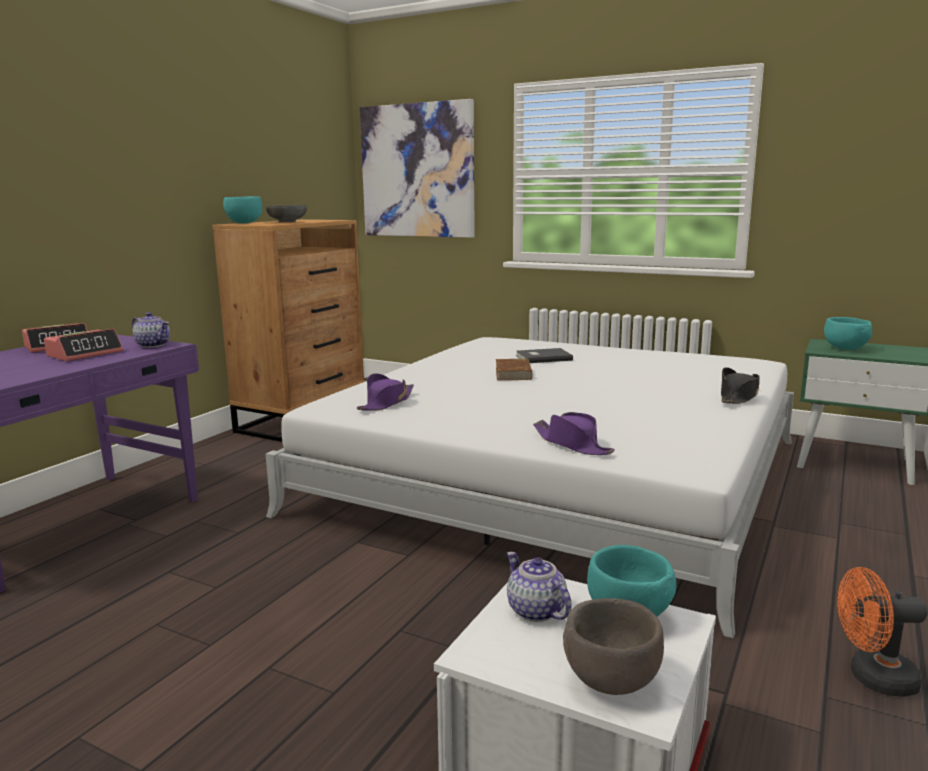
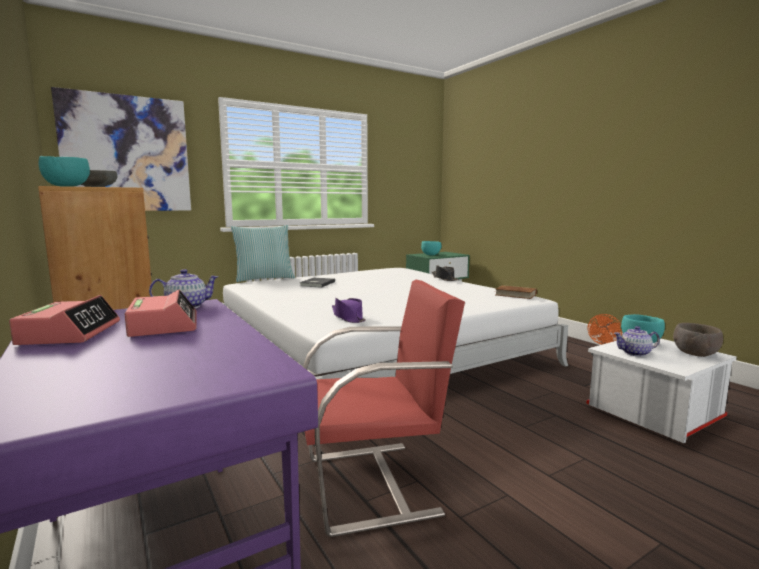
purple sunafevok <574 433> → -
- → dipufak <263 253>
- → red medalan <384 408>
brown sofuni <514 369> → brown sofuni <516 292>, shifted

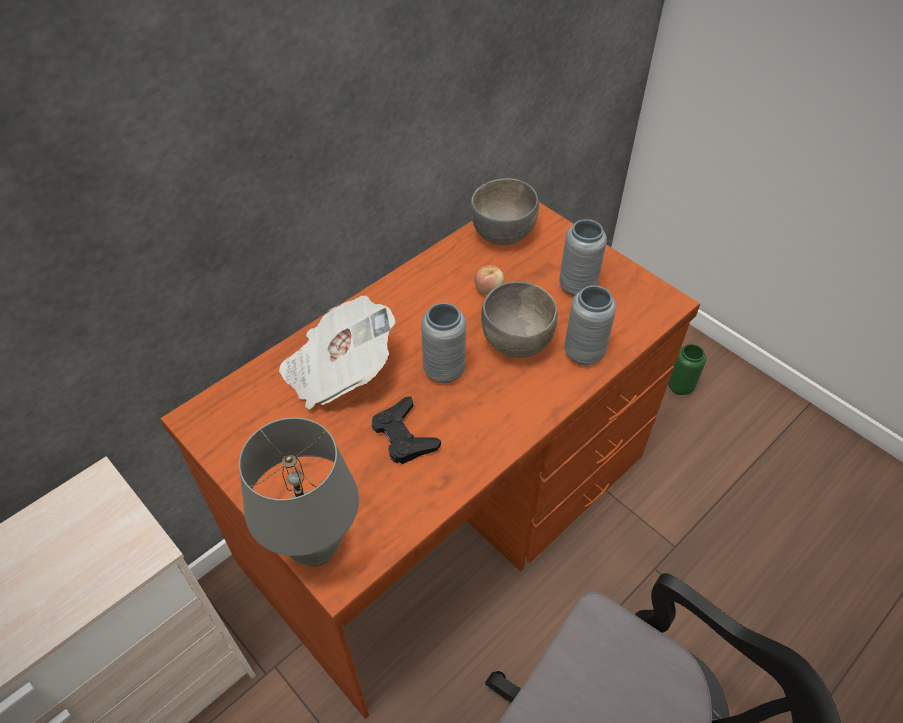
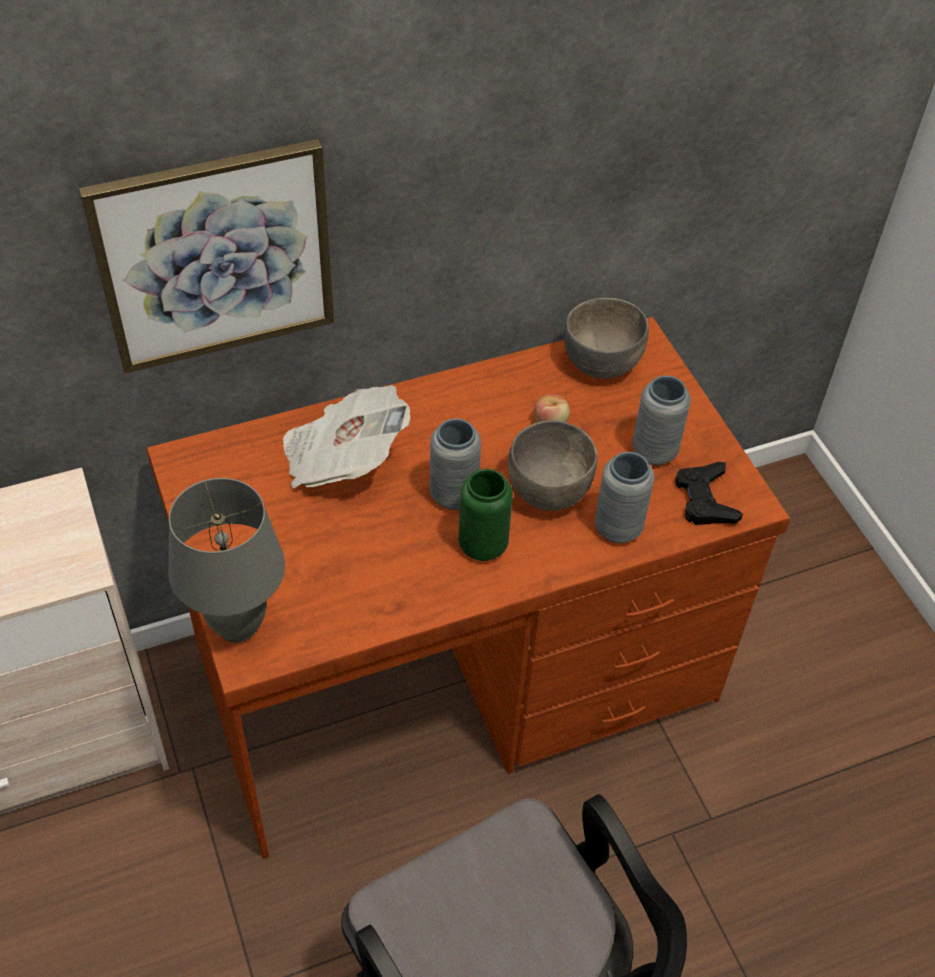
- → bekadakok <206 256>
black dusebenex <406 430> → black dusebenex <709 493>, shifted
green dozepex <687 369> → green dozepex <485 515>, shifted

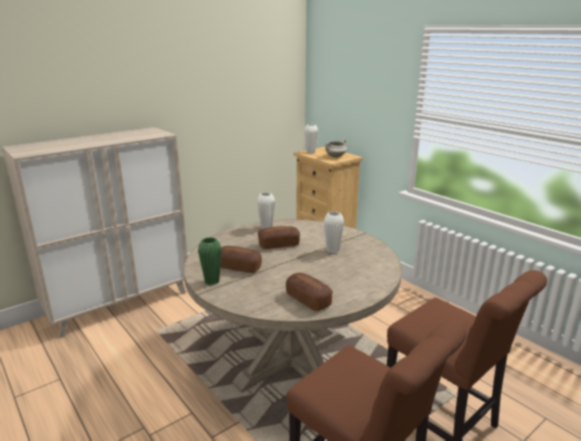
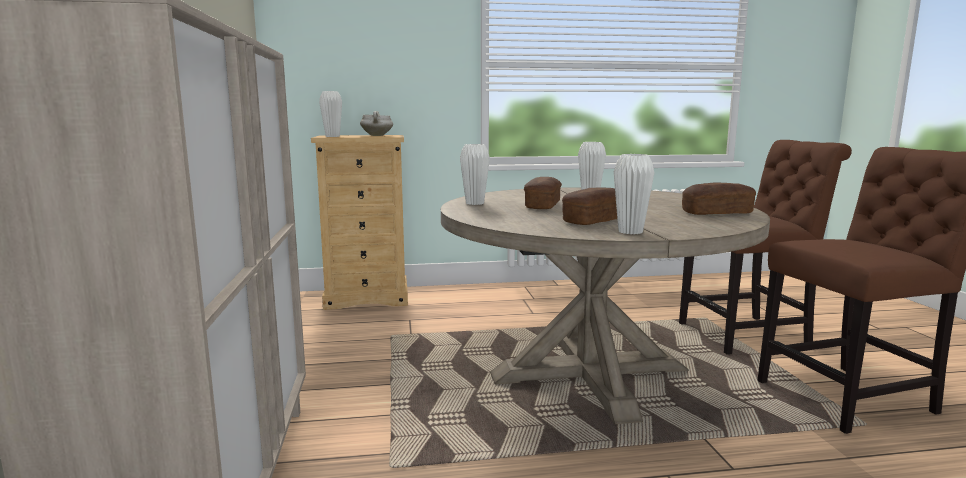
green dozepex <210 261> → white dozepex <634 194>

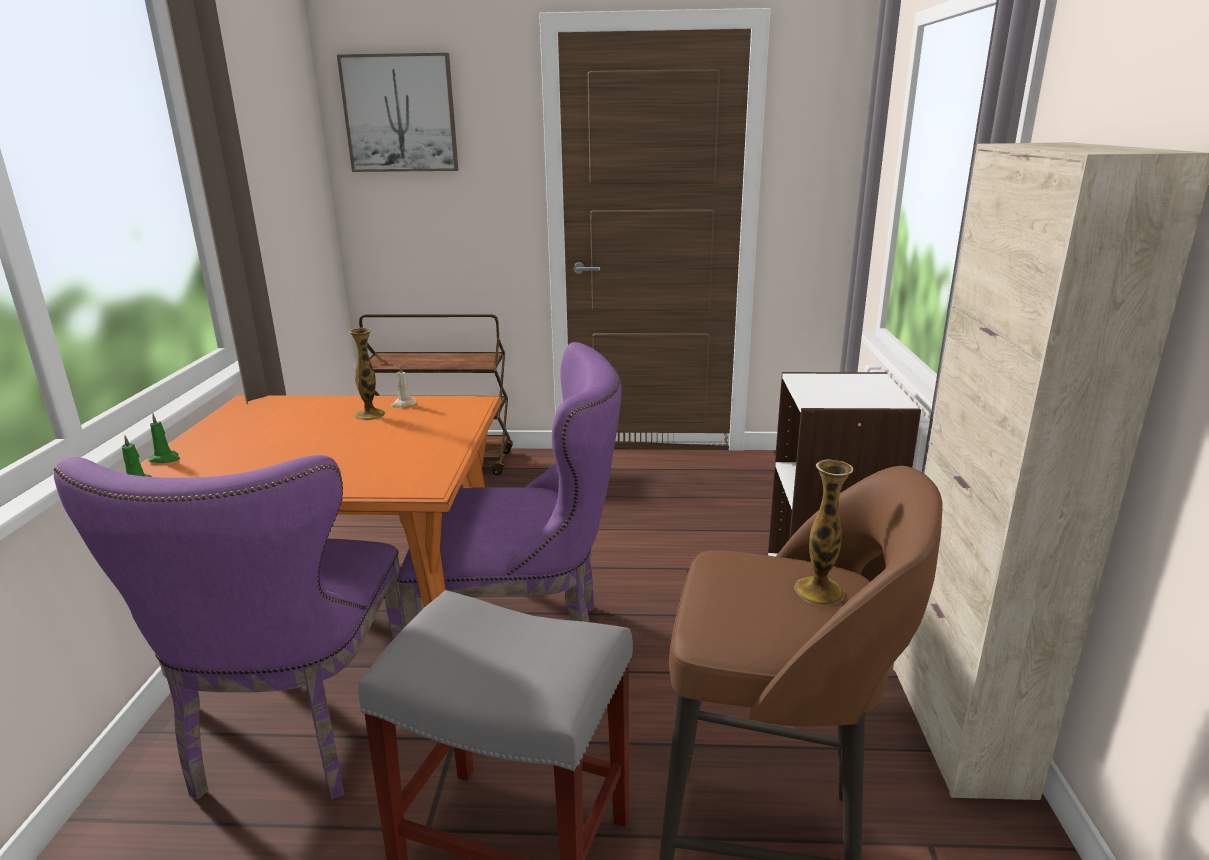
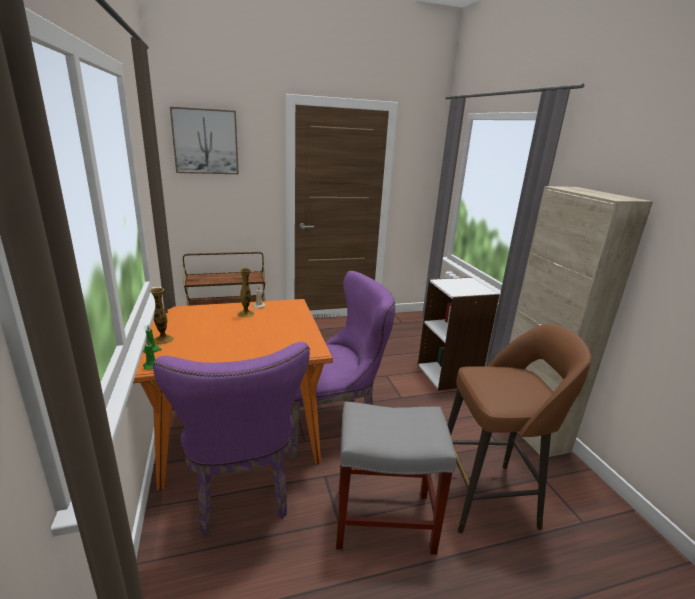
dozepex <823 532> → dozepex <161 316>, shifted

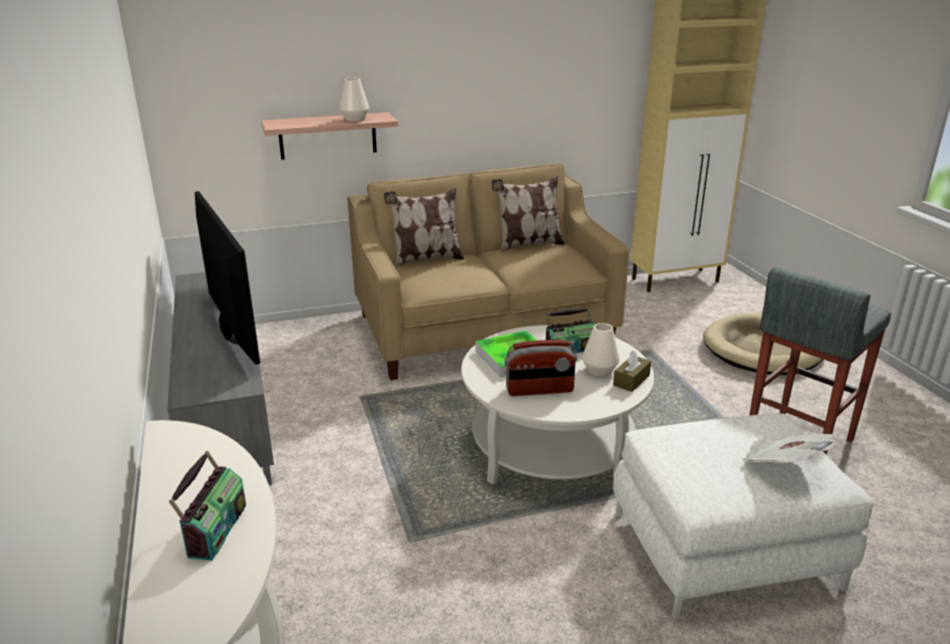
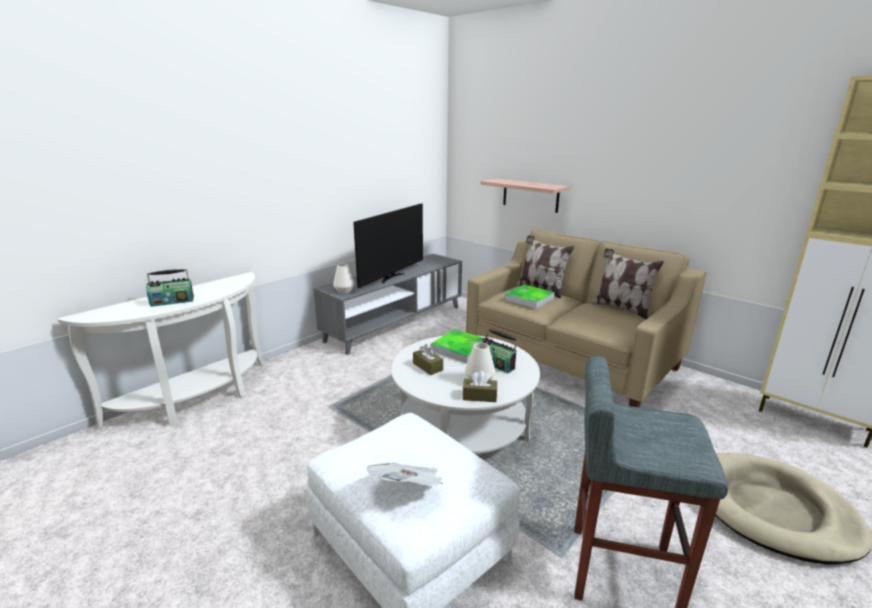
- → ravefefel <530 297>
white dozepex <354 100> → white dozepex <344 279>, shifted
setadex <541 368> → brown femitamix <428 359>

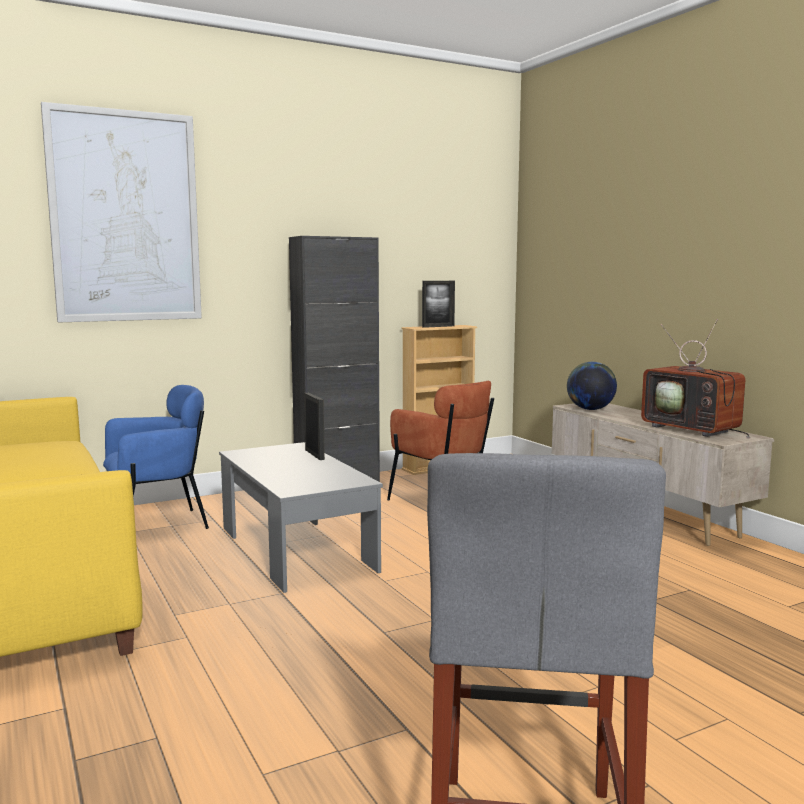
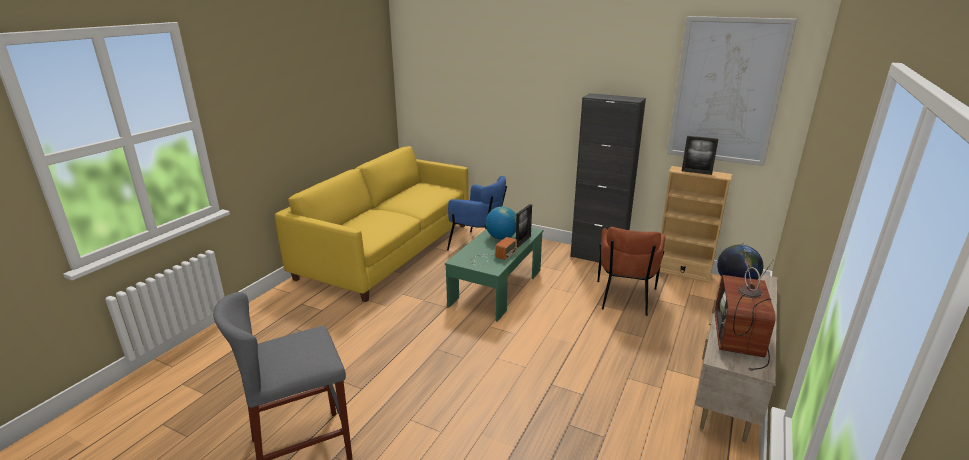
- → setadex <494 252>
- → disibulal <501 223>
bekadakok <121 212> → bekadakok <732 91>, shifted
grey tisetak <301 517> → green tisetak <494 274>

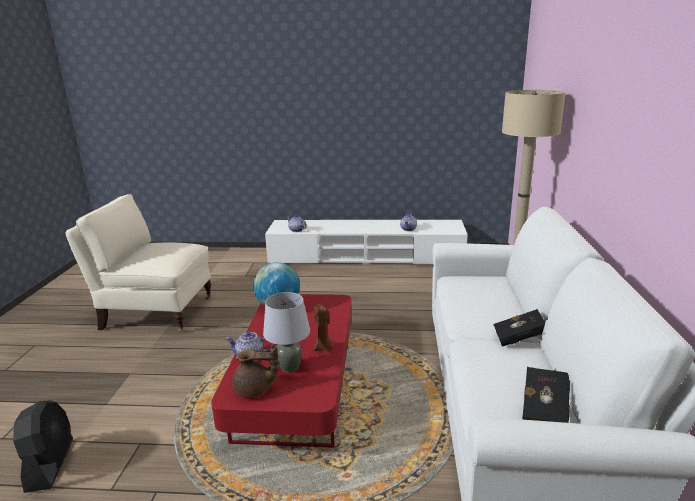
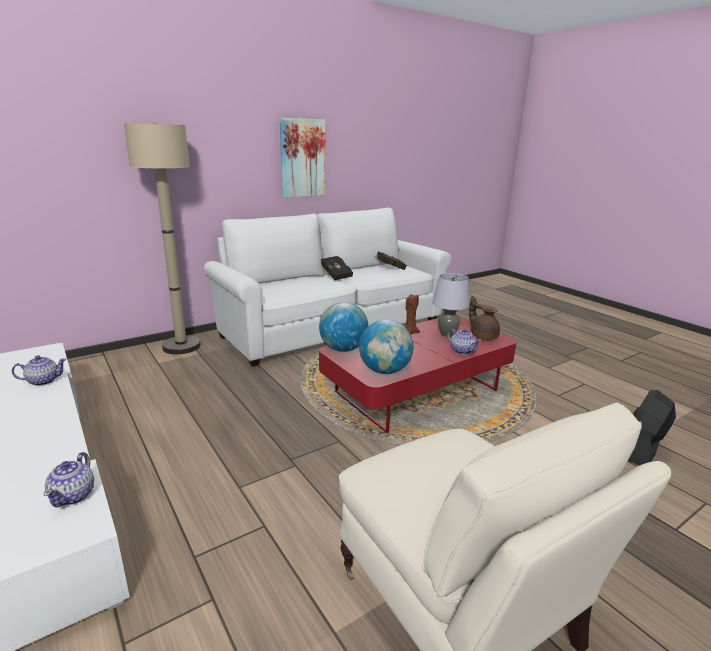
- → bekadakok <302 158>
- → disibulal <344 327>

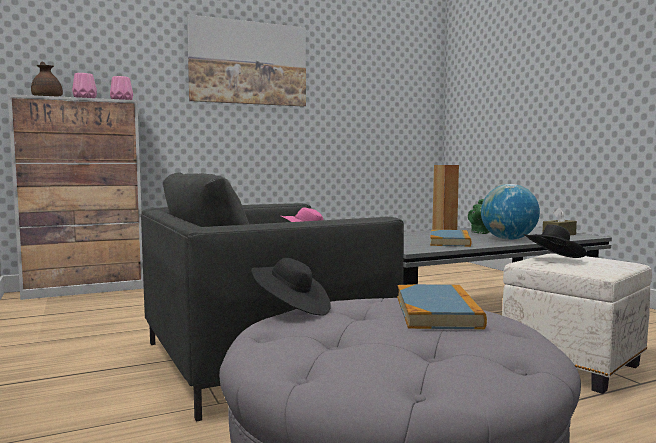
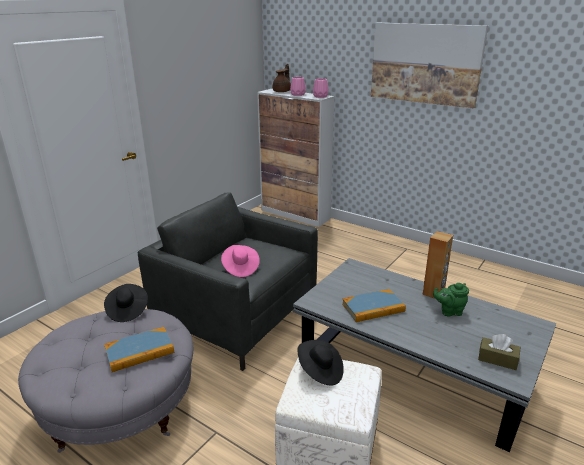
disibulal <510 212> → -

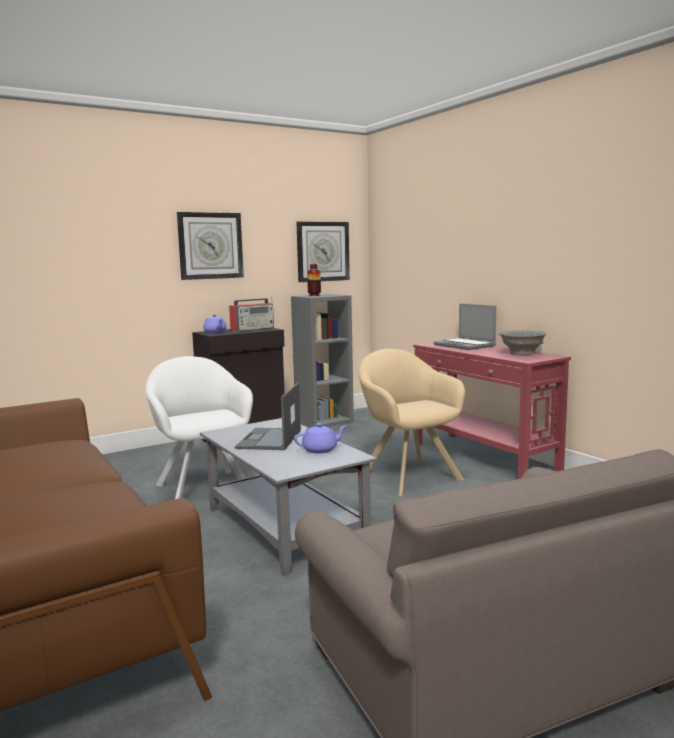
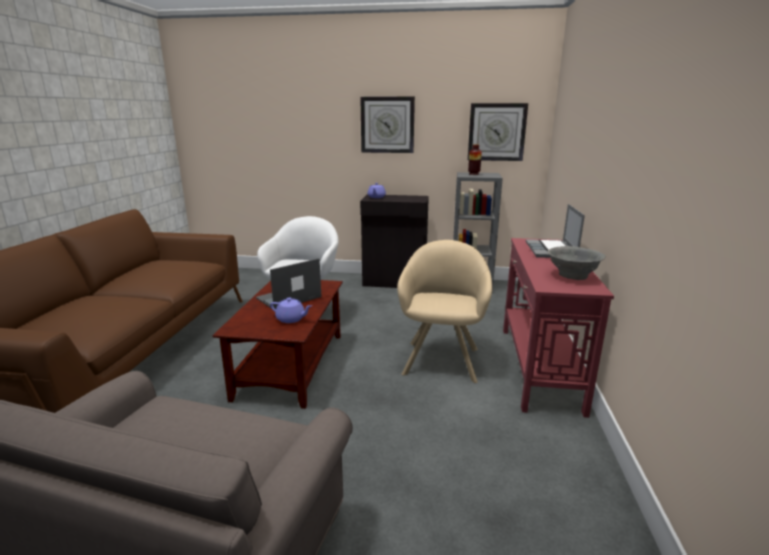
setadex <251 314> → -
grey tisetak <288 497> → brown tisetak <278 344>

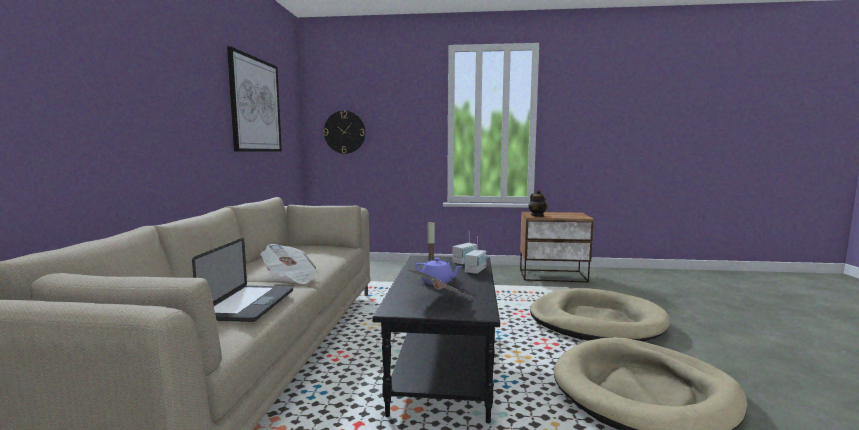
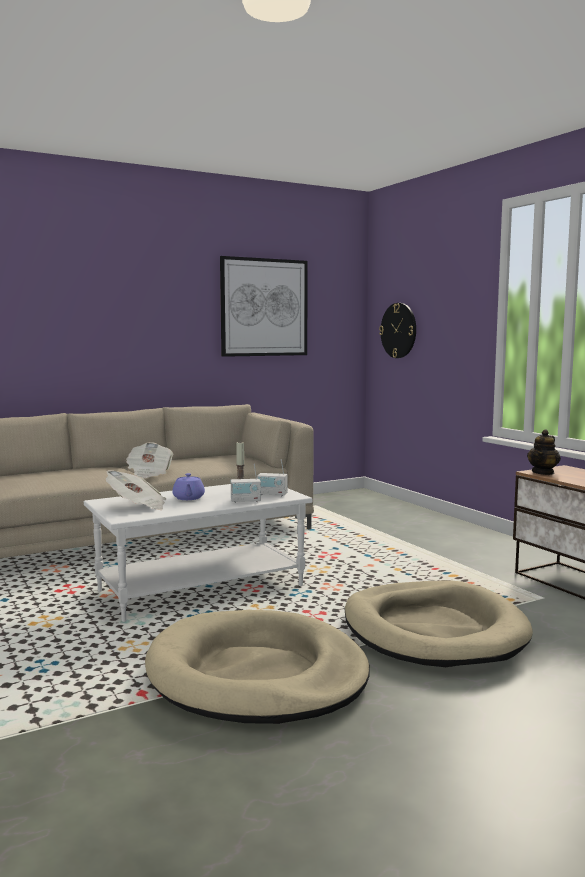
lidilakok <242 280> → -
black tisetak <436 339> → white tisetak <198 553>

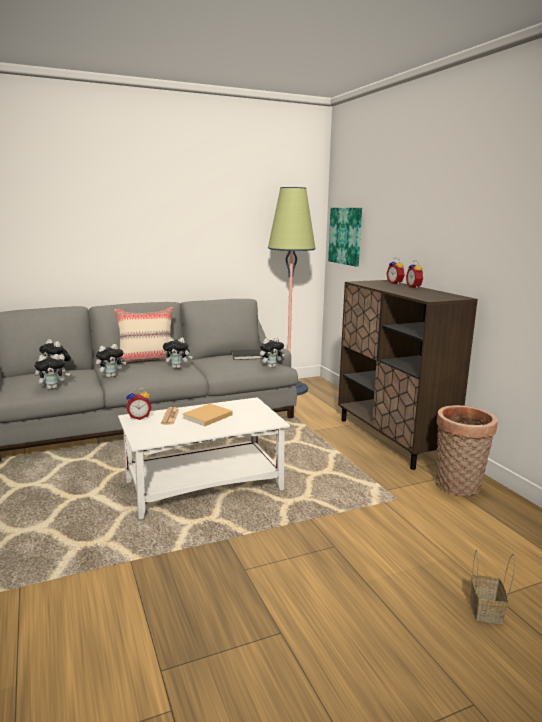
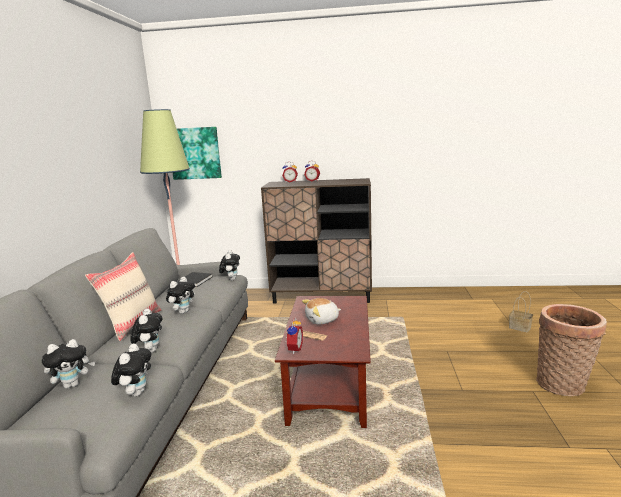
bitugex <466 450> → bitugex <571 350>, shifted
beige sofuni <208 415> → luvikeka <321 311>
white tisetak <204 458> → brown tisetak <323 362>

